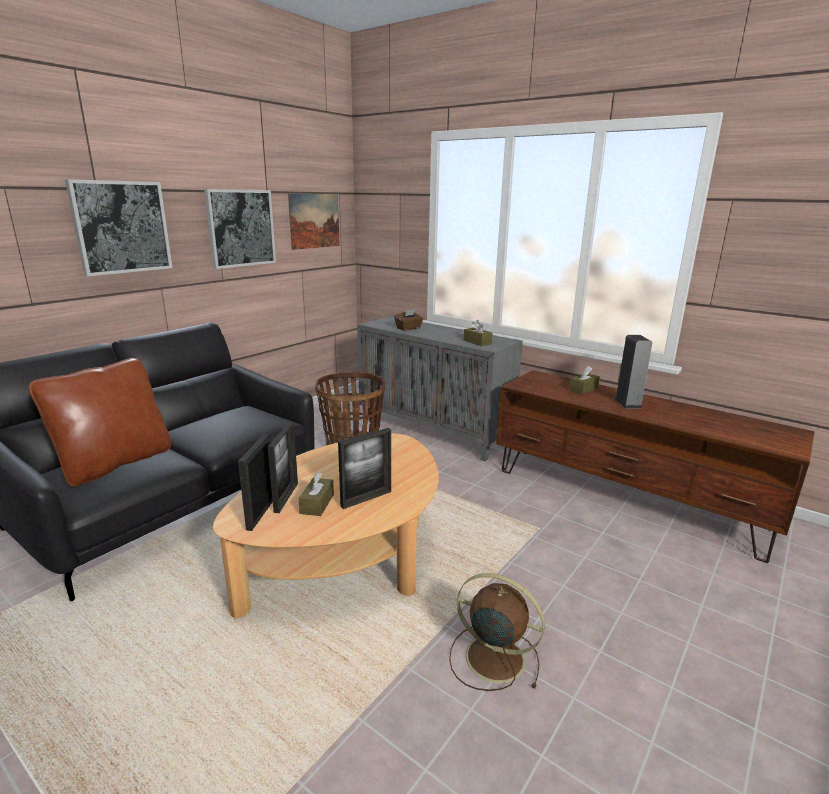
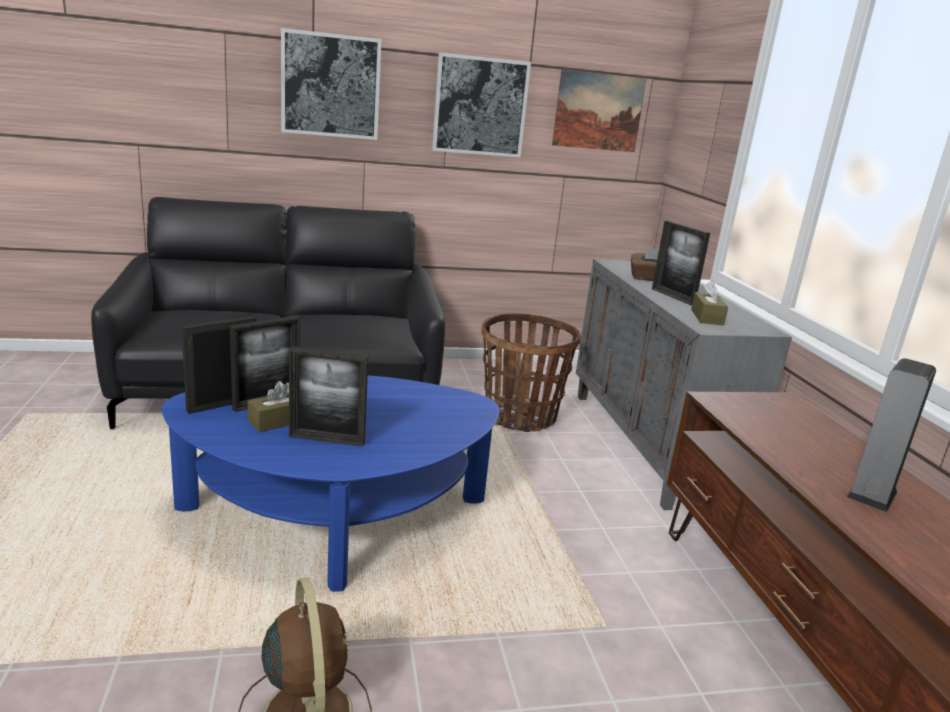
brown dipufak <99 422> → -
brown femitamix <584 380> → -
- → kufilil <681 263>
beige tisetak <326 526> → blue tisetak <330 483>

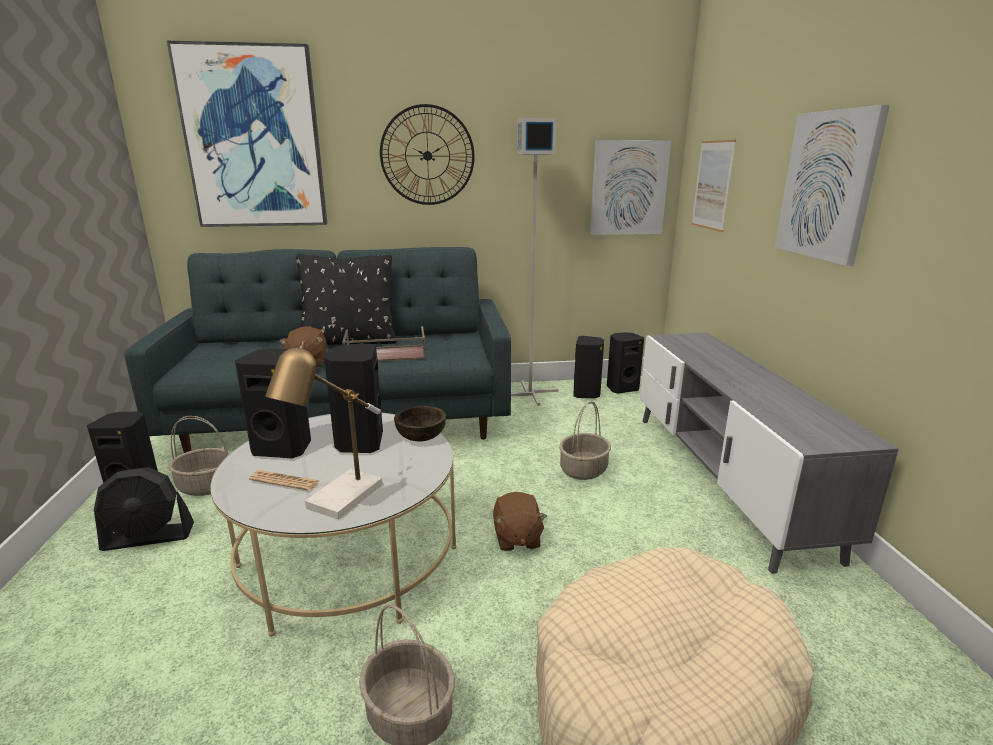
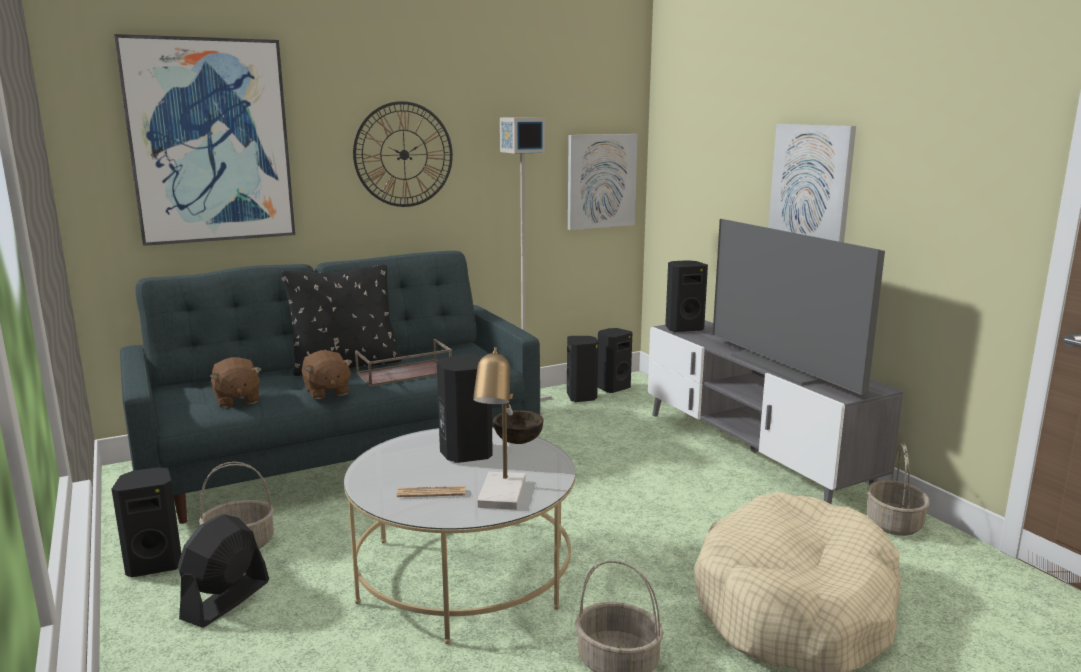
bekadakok <713 186> → -
- → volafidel <799 307>
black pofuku <273 403> → black pofuku <686 296>, shifted
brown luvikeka <520 521> → brown luvikeka <236 382>, shifted
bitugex <585 440> → bitugex <898 489>, shifted
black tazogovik <144 509> → black tazogovik <223 571>, 150 degrees clockwise

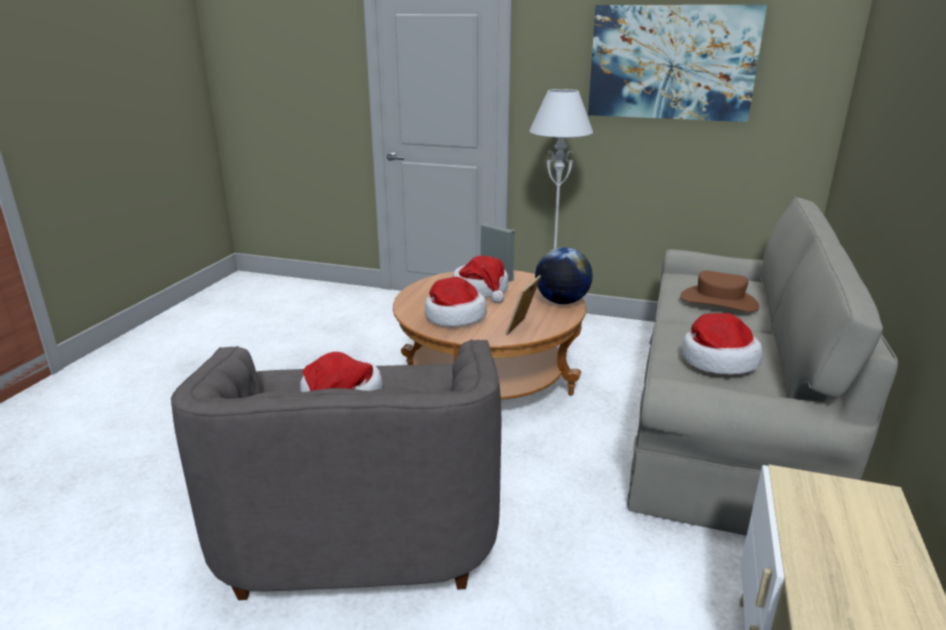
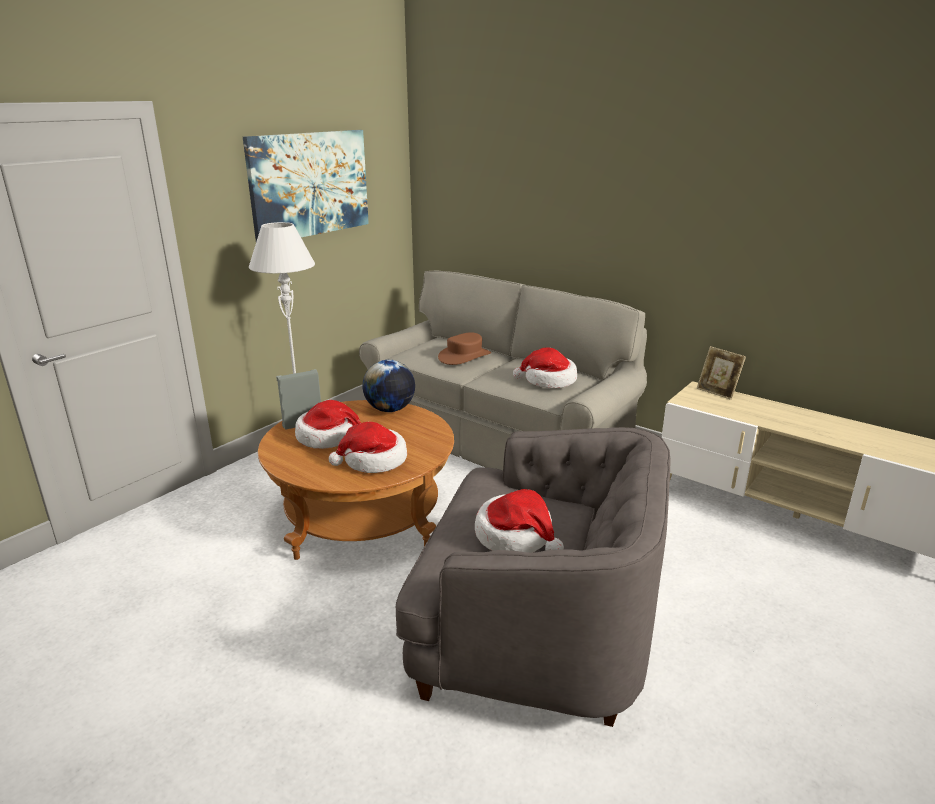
kufilil <523 305> → kufilil <721 373>, shifted

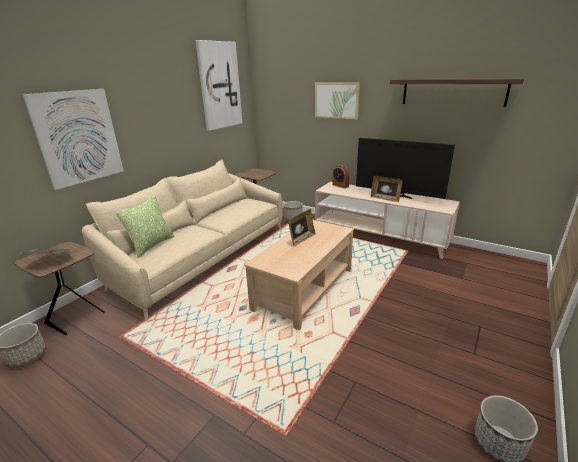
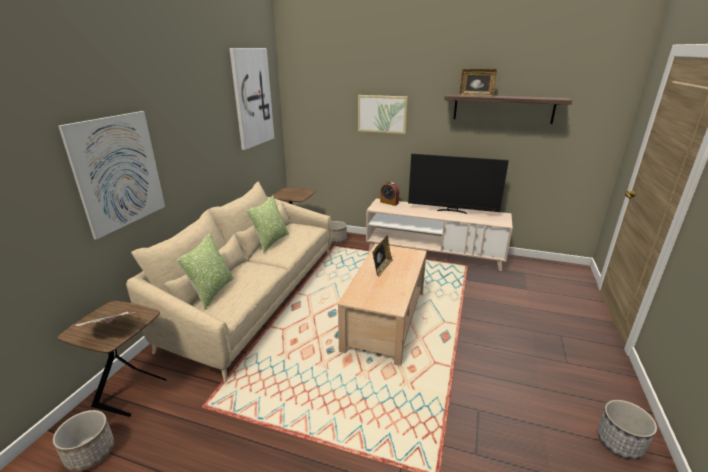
- → dipufak <267 224>
kufilil <387 189> → kufilil <478 83>, shifted

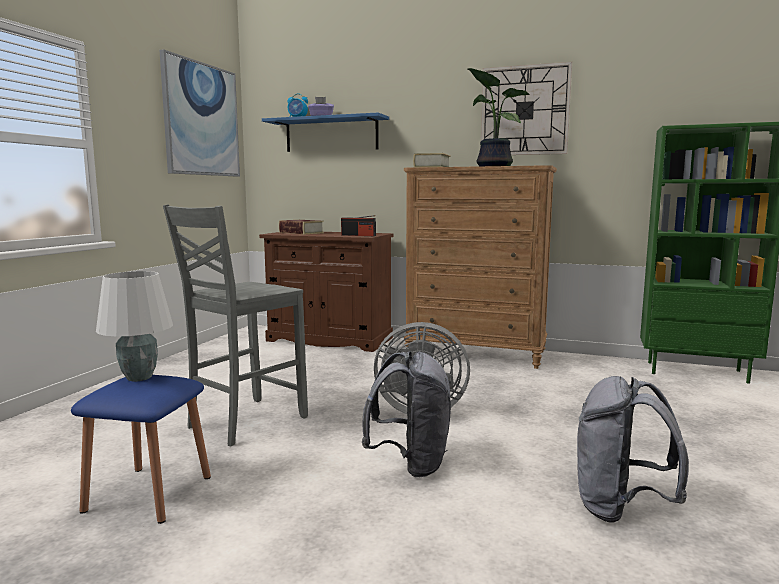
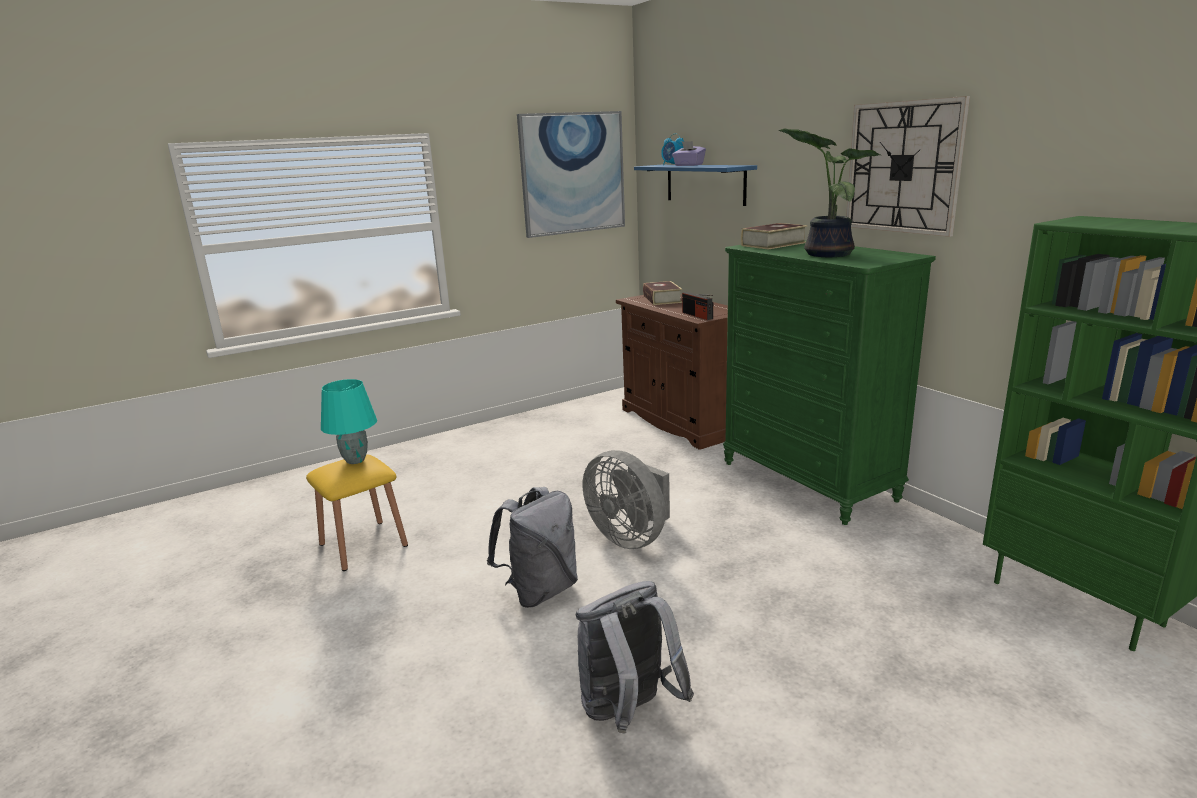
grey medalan <235 325> → -
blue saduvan <141 449> → yellow saduvan <357 512>
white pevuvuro <134 326> → turquoise pevuvuro <349 421>
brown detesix <480 267> → green detesix <829 382>

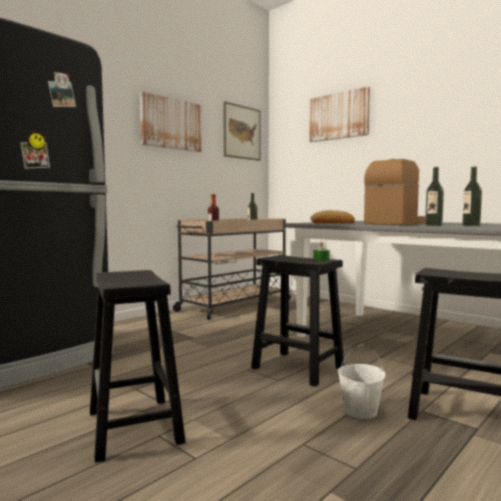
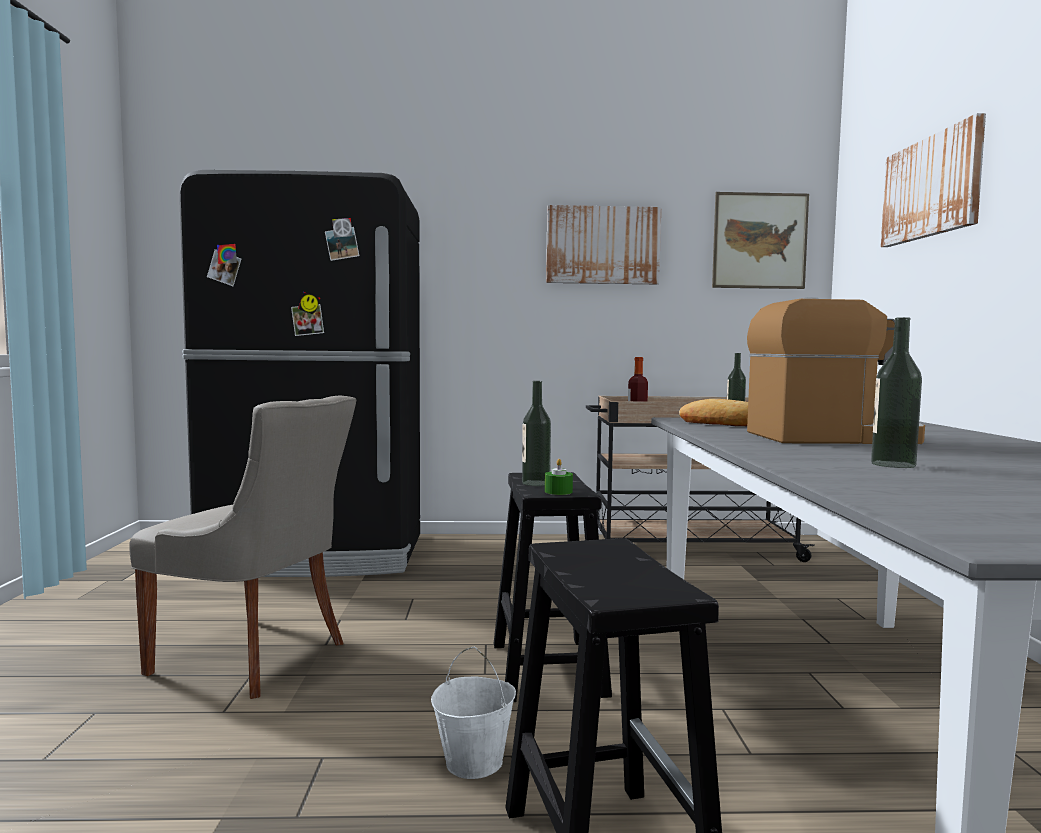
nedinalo <434 196> → nedinalo <536 433>, shifted
black saduvan <138 366> → grey medalan <242 547>

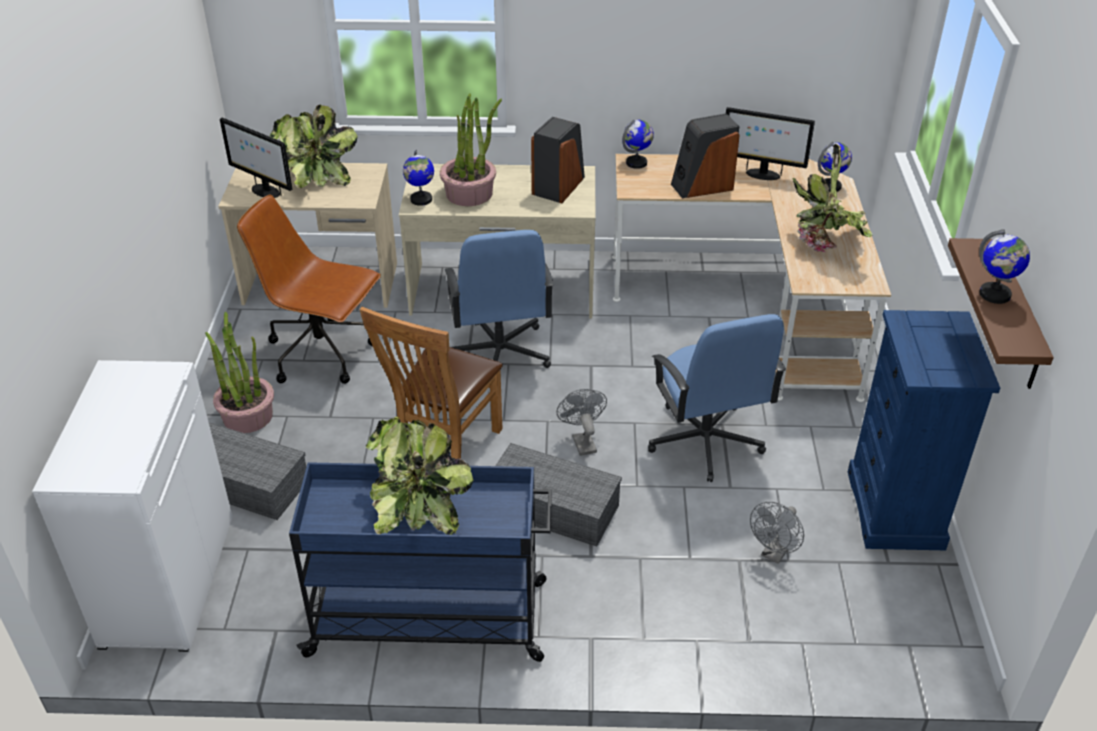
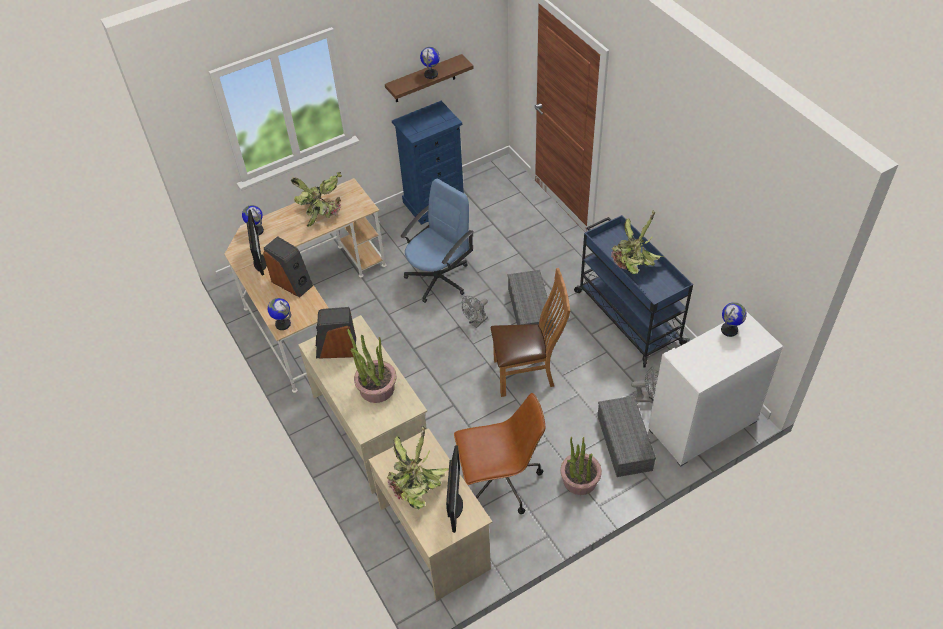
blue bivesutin <499 299> → -
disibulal <418 178> → disibulal <734 319>, shifted
grey tazogovik <777 533> → grey tazogovik <645 384>, shifted
brown bivesutin <309 289> → brown bivesutin <499 453>, 90 degrees counterclockwise

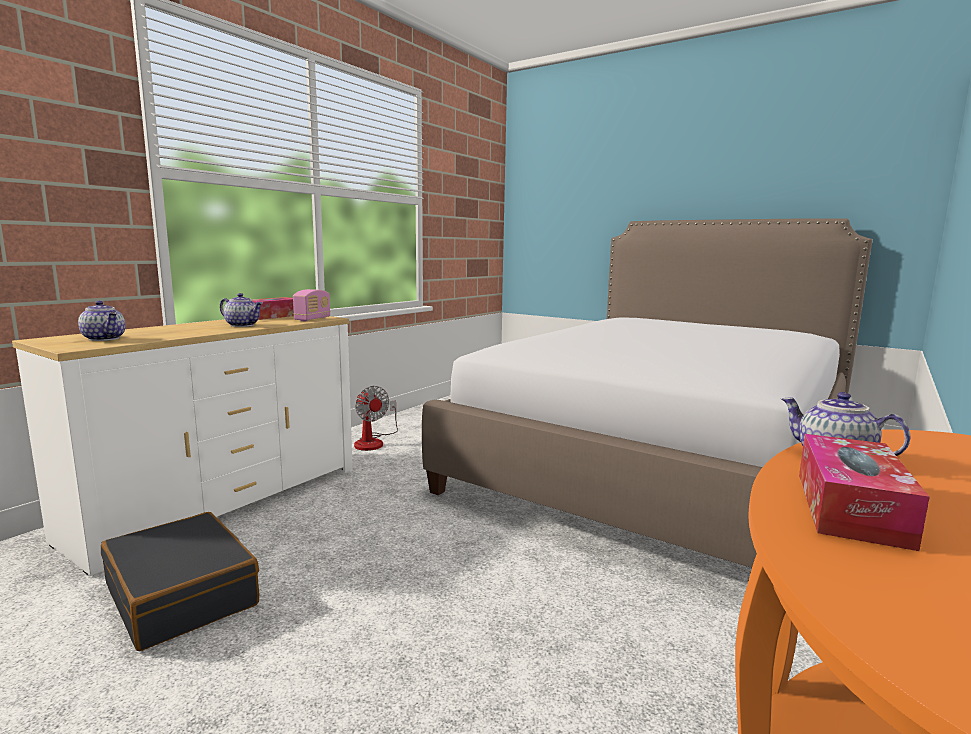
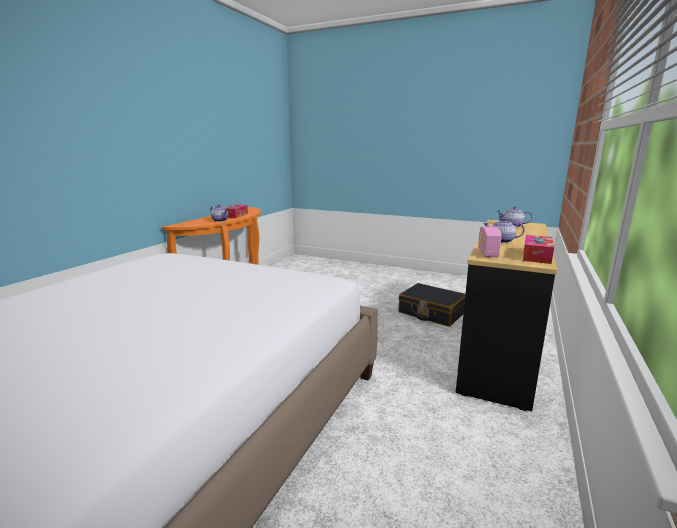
tazogovik <376 418> → -
white detesix <182 446> → black detesix <506 315>

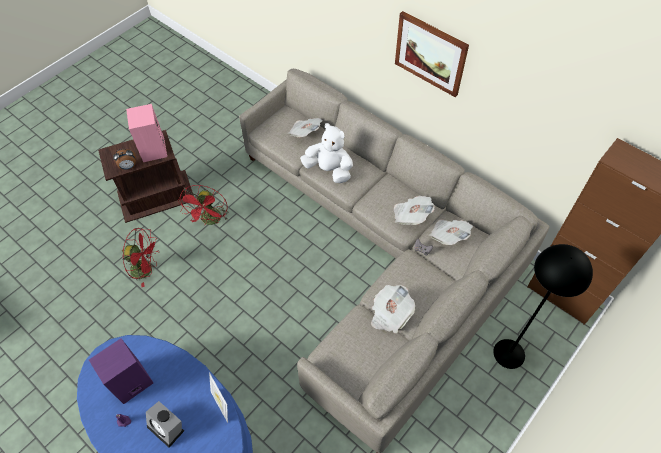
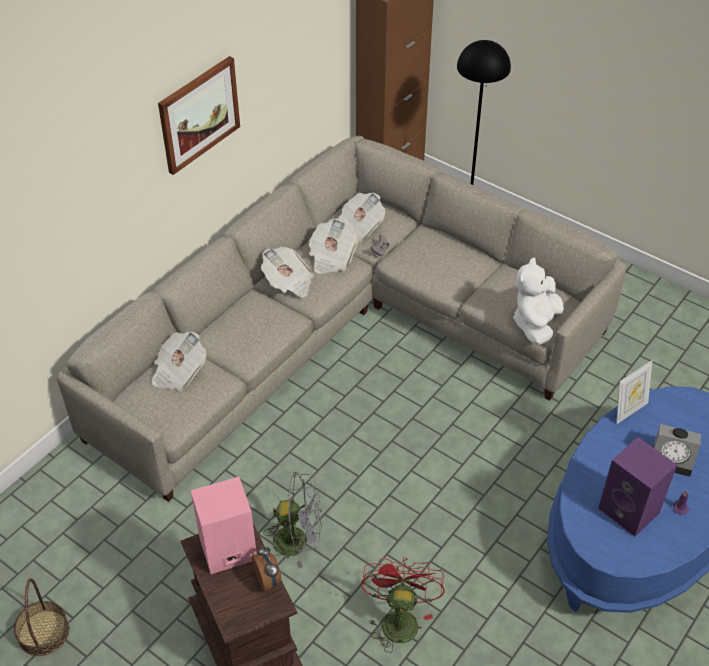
- → bitugex <41 617>
white luvikeka <326 153> → white luvikeka <538 301>, shifted
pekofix <393 309> → pekofix <287 272>, shifted
red tazogovik <203 205> → grey tazogovik <293 520>
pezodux <165 424> → pezodux <677 450>, 75 degrees clockwise

